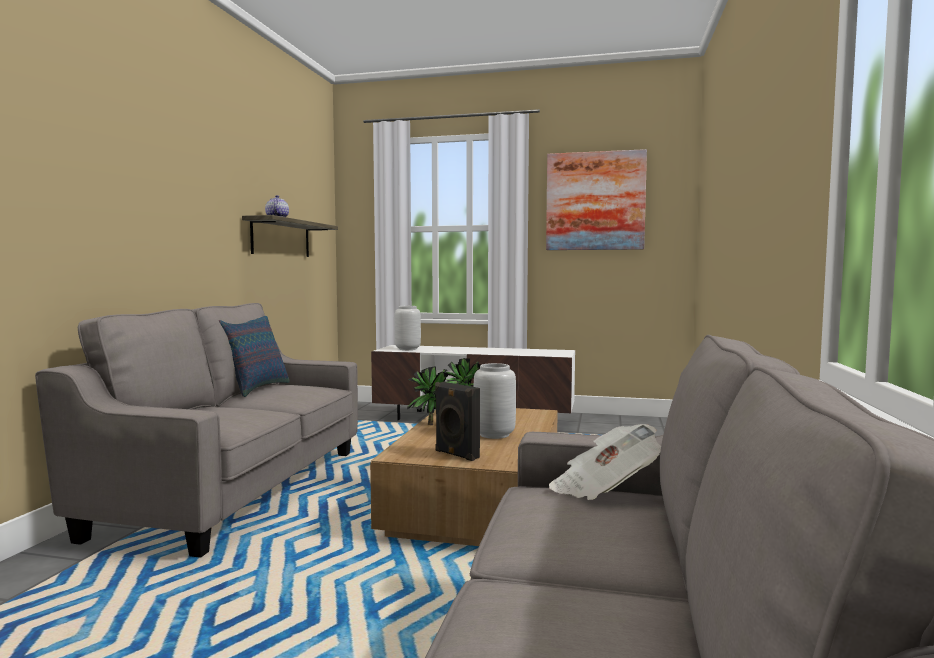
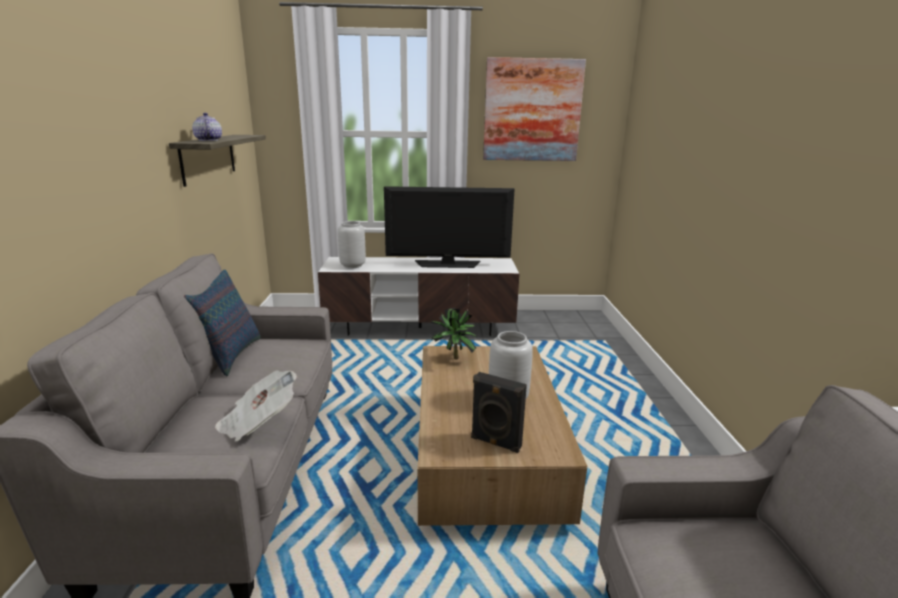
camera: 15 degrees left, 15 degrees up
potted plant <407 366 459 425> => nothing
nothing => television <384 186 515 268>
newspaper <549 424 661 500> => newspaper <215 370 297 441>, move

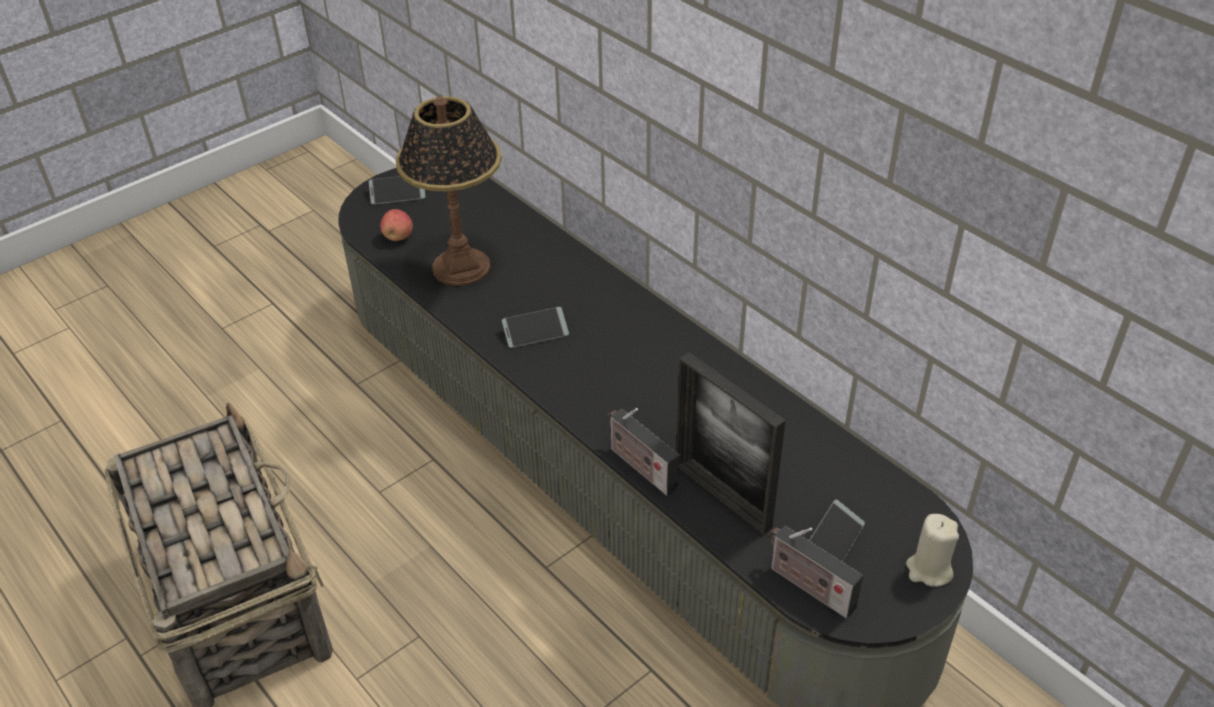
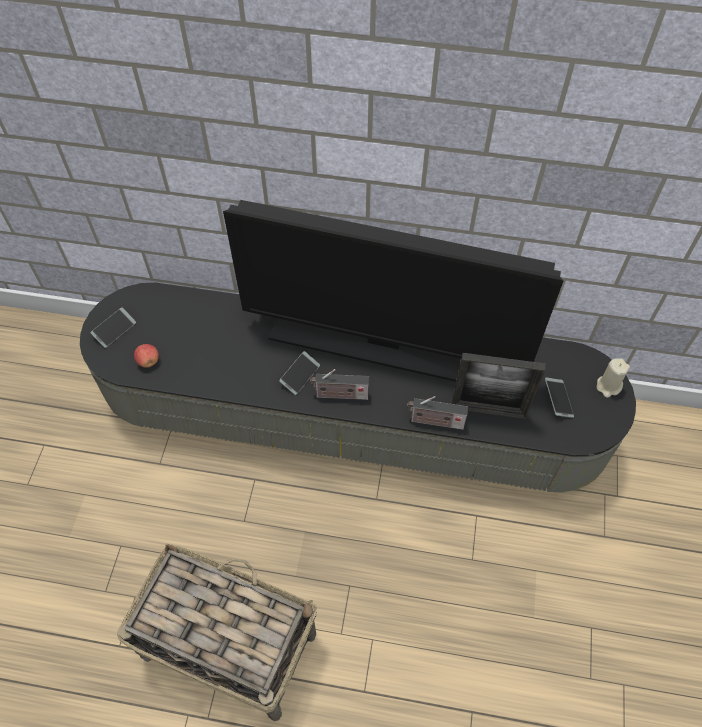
camera: 40 degrees left, 15 degrees up
table lamp <395 96 502 286> => nothing
nothing => television <223 200 564 382>
radio <769 526 863 619> => radio <310 369 369 400>, move

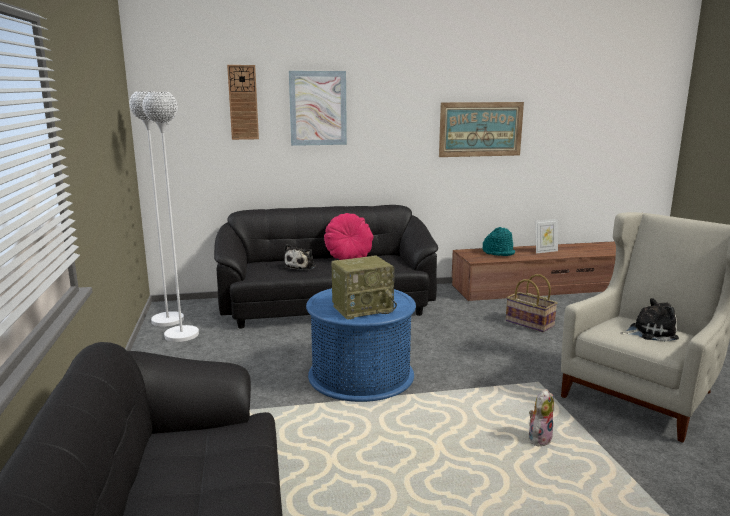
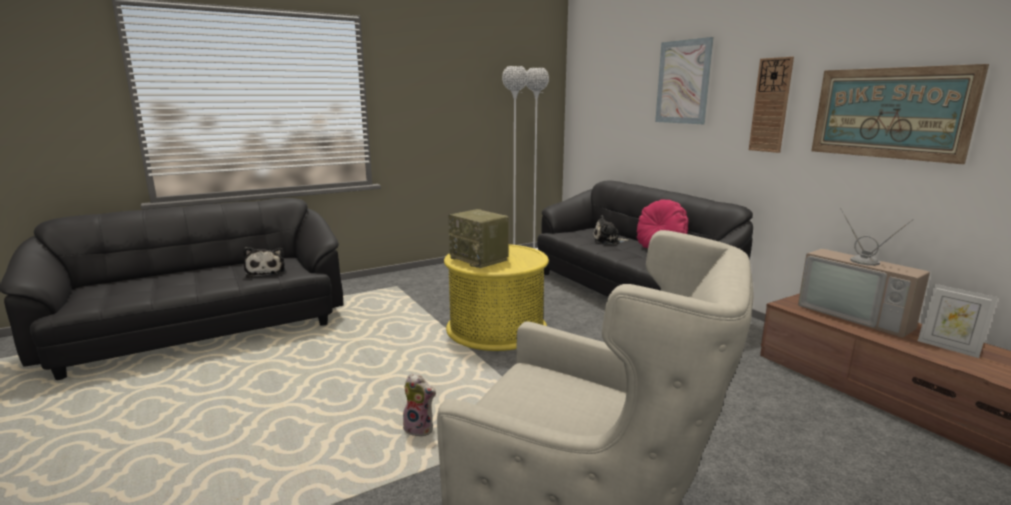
camera: 70 degrees right, 0 degrees up
basket <506 274 558 332> => nothing
wall clock <227 65 259 140> => wall clock <749 57 794 153>, move
plush toy <620 298 679 342> => plush toy <243 247 285 278>, move
hat (turquoise) <482 227 515 256> => television <798 208 930 337>
coffee table (blue) <306 288 416 402> => coffee table (yellow) <444 244 549 351>

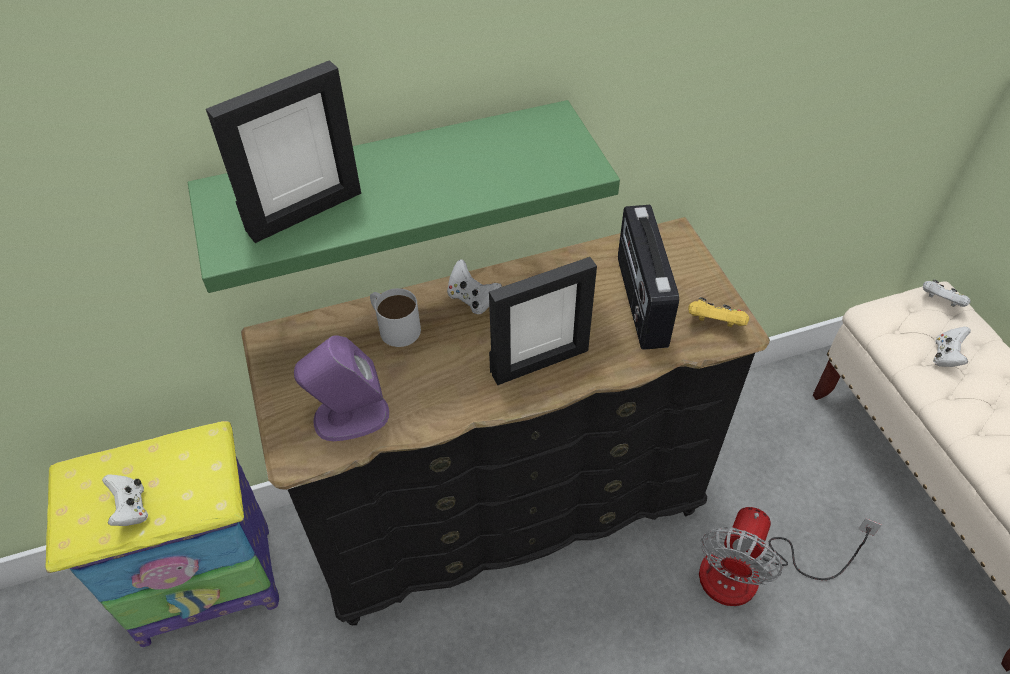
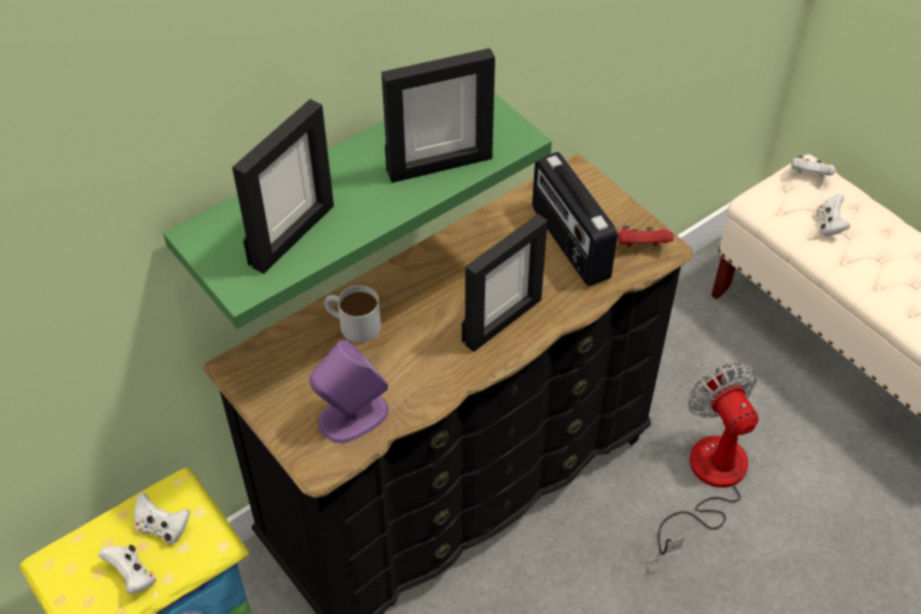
camera: 20 degrees left, 0 degrees up
nothing => picture frame <381 48 495 183>
game controller (white) <447 259 502 314> => game controller (white) <134 492 190 545>, move
game controller (yellow) <688 297 749 327> => game controller (red) <618 226 674 247>
fan <699 507 882 606> => fan <658 363 759 555>, 150 degrees clockwise

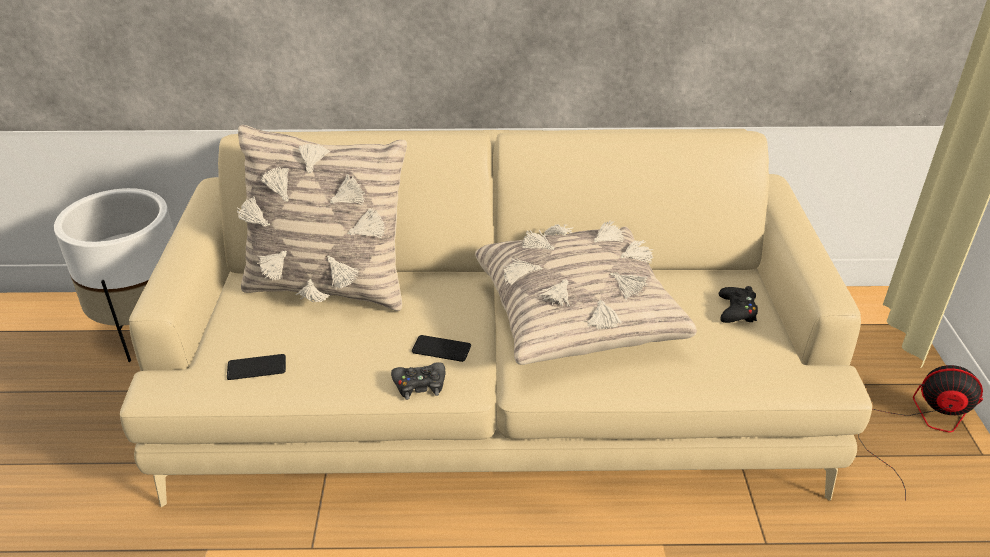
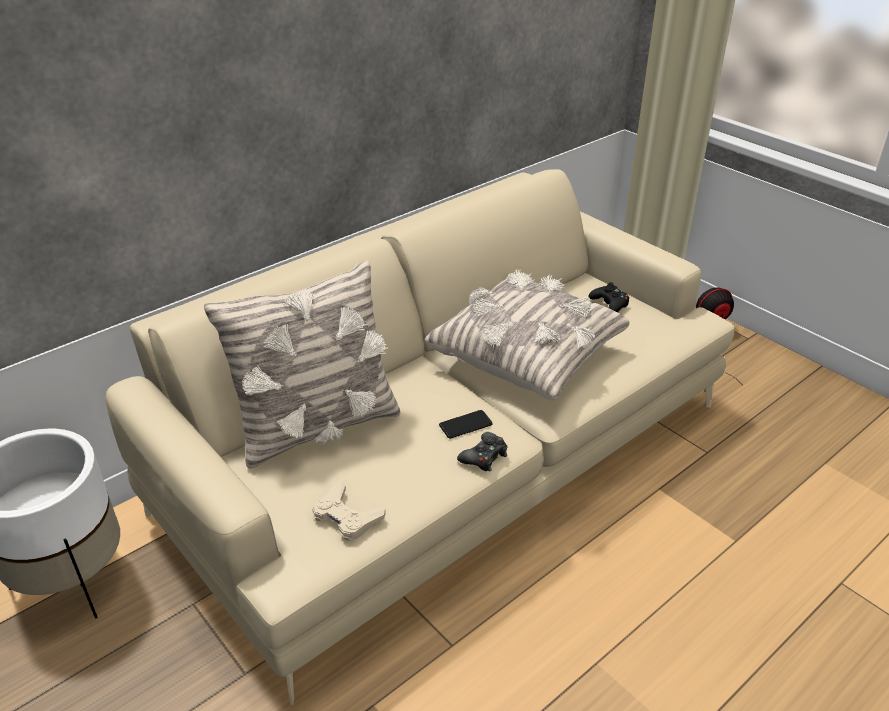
camera: 40 degrees left, 0 degrees up
phone <227 354 286 380> => game controller (beige) <312 480 386 541>

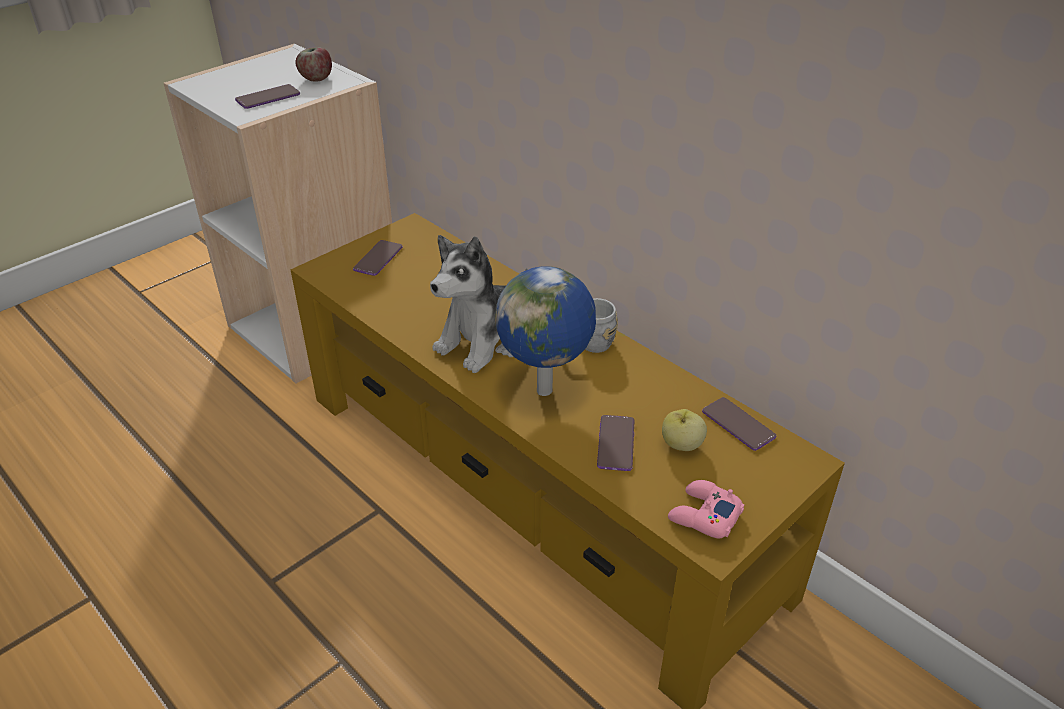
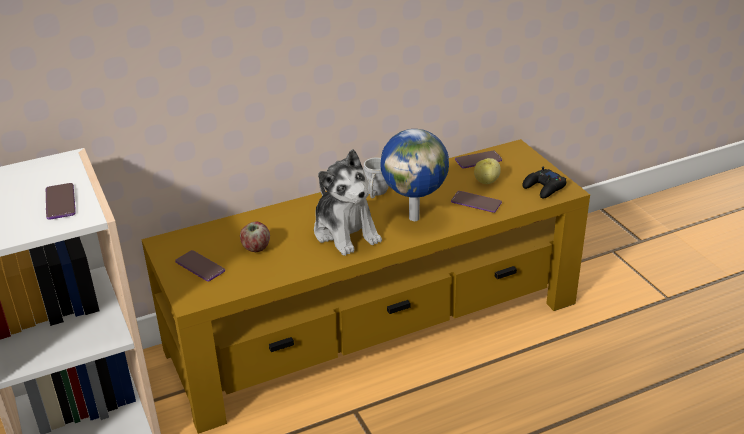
camera: 70 degrees left, 5 degrees down
apple <296 47 332 82> => apple <240 222 270 252>, move
game controller (pink) <668 480 745 539> => game controller (black) <522 167 566 199>

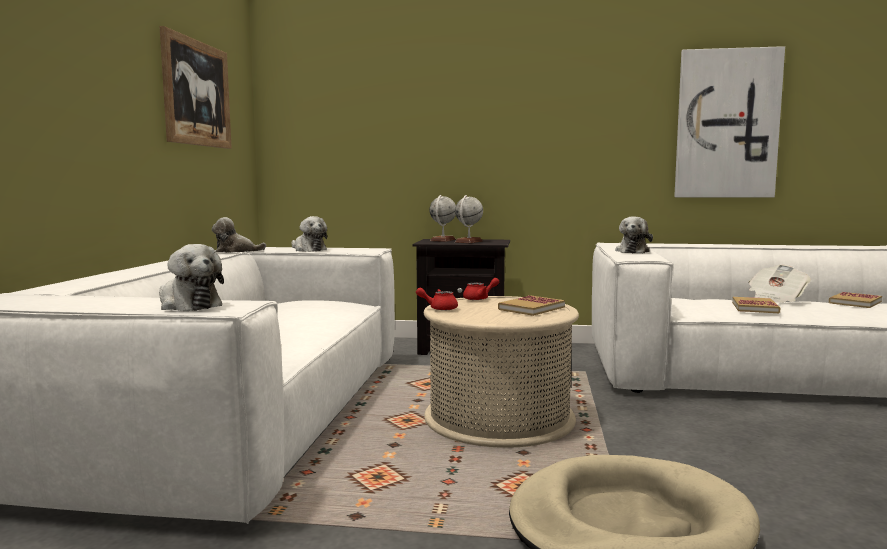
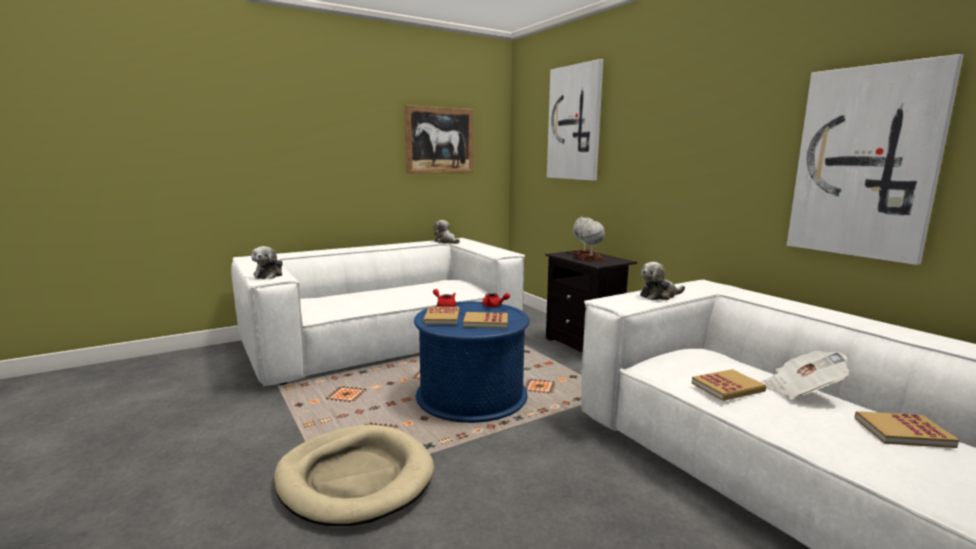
camera: 50 degrees right, 5 degrees up
plush toy <292 216 327 252> => nothing
nothing => book <423 307 459 325>
nothing => picture <547 59 603 181>
coffee table (beige) <424 296 579 448> => coffee table (blue) <414 301 530 423>

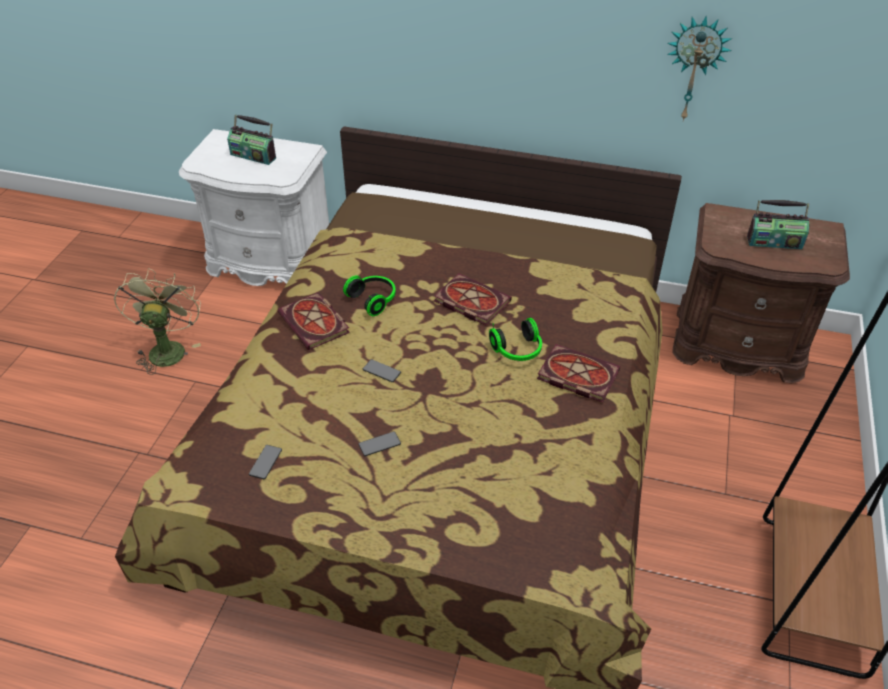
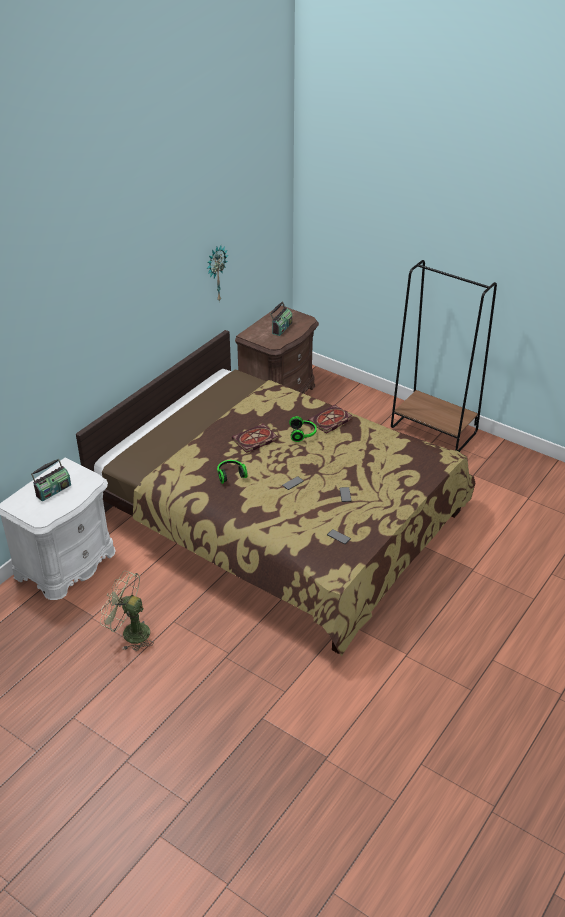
camera: 70 degrees left, 5 degrees down
book <278 292 350 350> => nothing

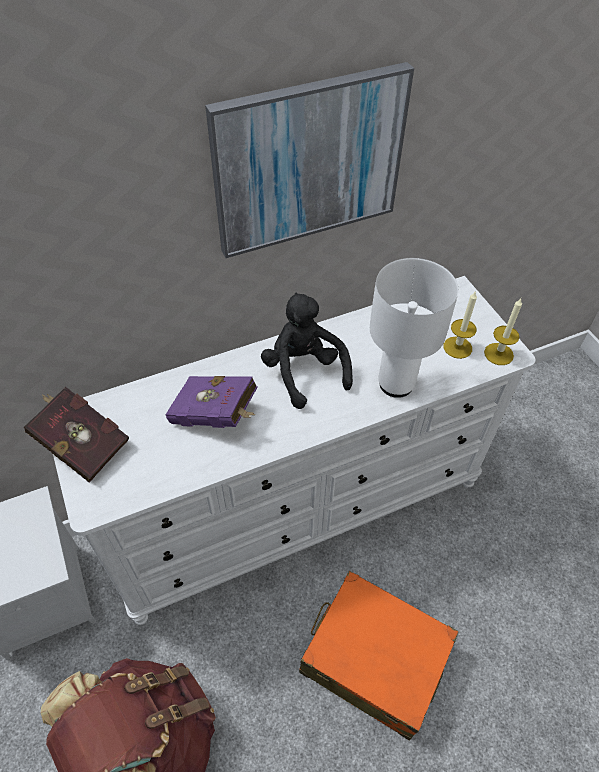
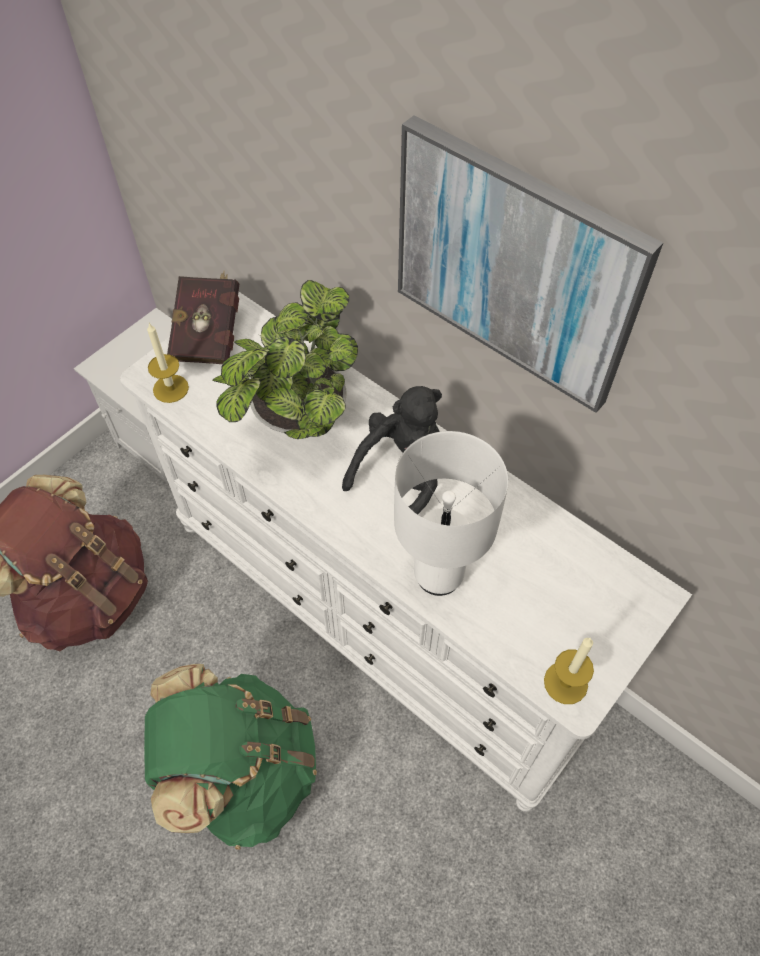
camera: 65 degrees right, 5 degrees up
candle <443 292 477 359> => candle <147 323 189 403>, move
book (purple) <165 376 258 428> => potted plant <213 280 358 439>
suitcase (orange) <299 571 459 740> => backpack (green) <144 664 317 850>

